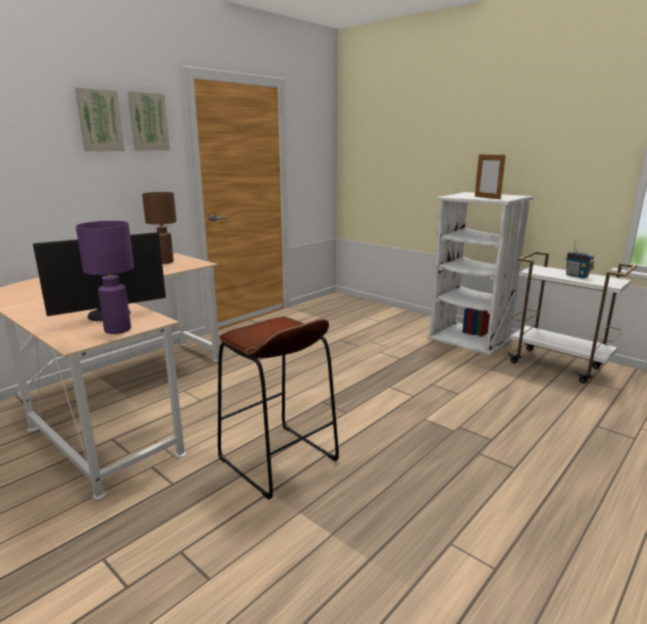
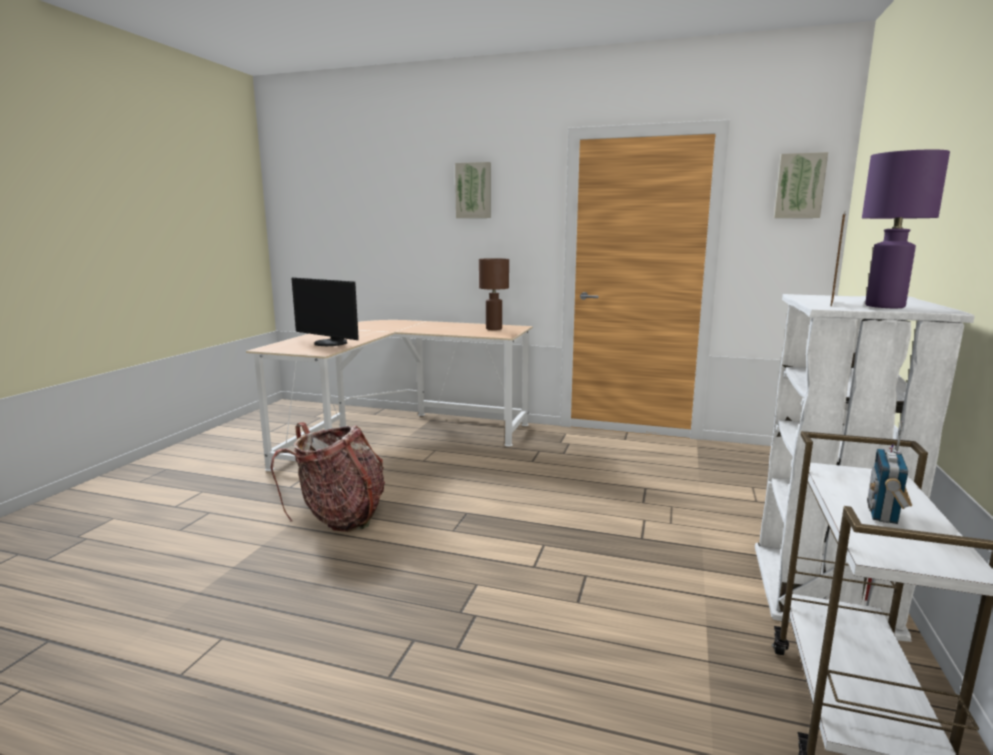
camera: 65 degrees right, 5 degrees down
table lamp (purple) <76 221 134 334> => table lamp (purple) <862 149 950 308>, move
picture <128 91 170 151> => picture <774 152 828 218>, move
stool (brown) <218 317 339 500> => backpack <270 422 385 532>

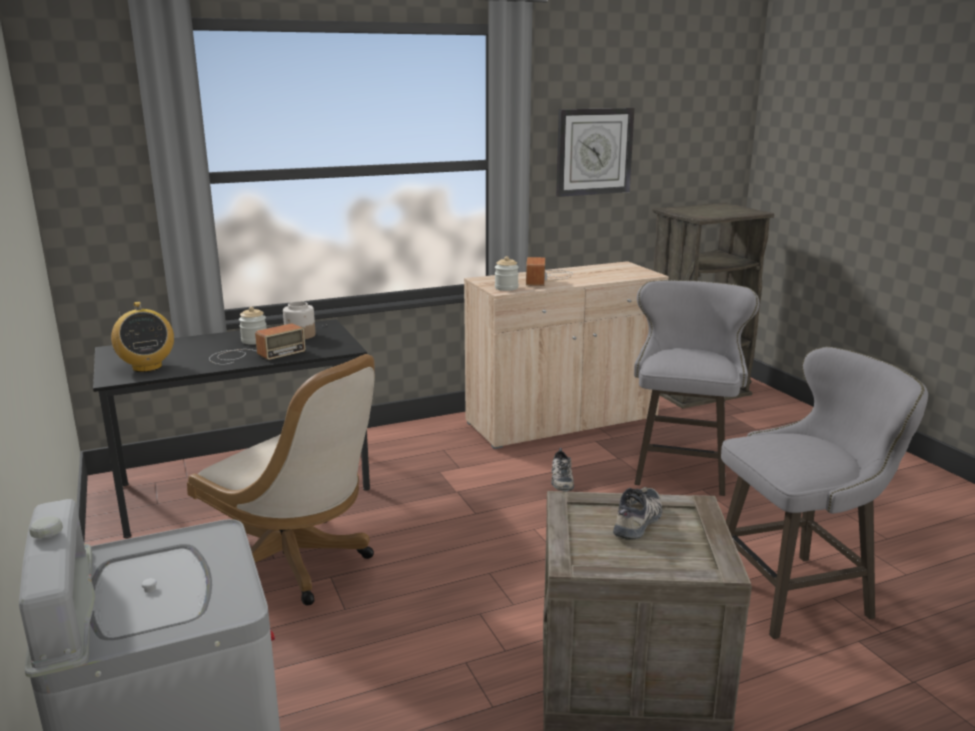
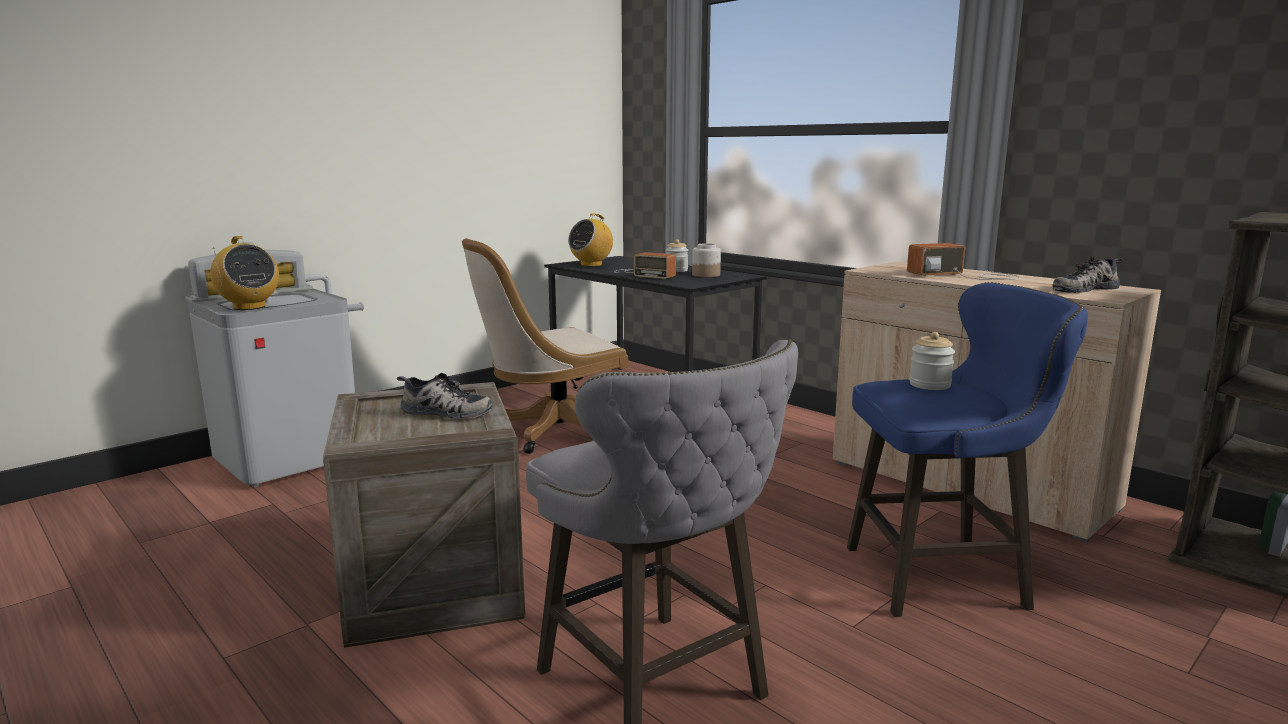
camera: 70 degrees right, 5 degrees down
wall clock <556 108 635 197> => nothing
nothing => radio <210 236 279 310>
jar <495 256 519 291> => jar <909 332 955 390>, move
shoe <551 448 574 491> => shoe <1053 257 1123 293>, move
stool (grey) <634 280 759 496> => stool (blue) <847 282 1088 617>
office chair <187 354 375 606> => office chair <462 238 629 454>, 45 degrees clockwise

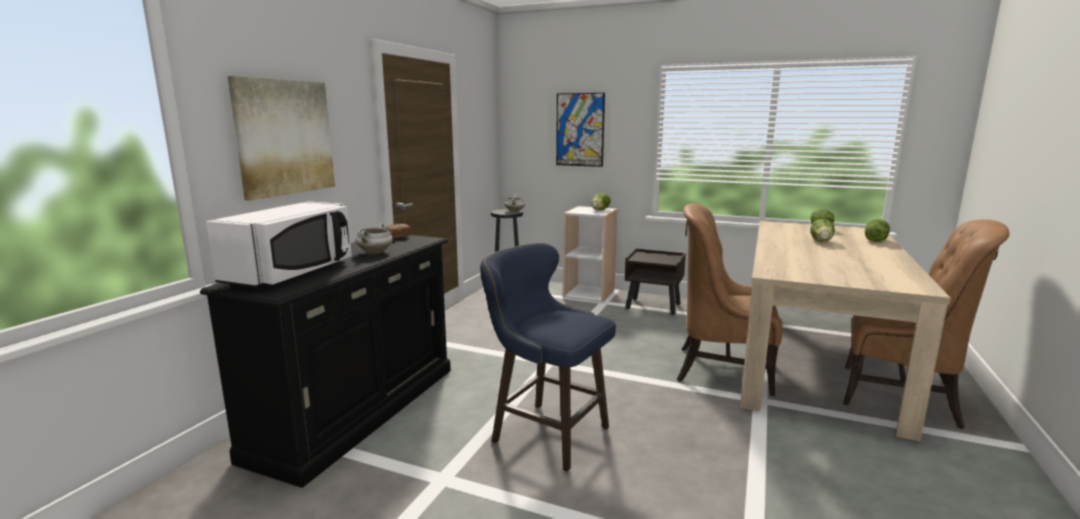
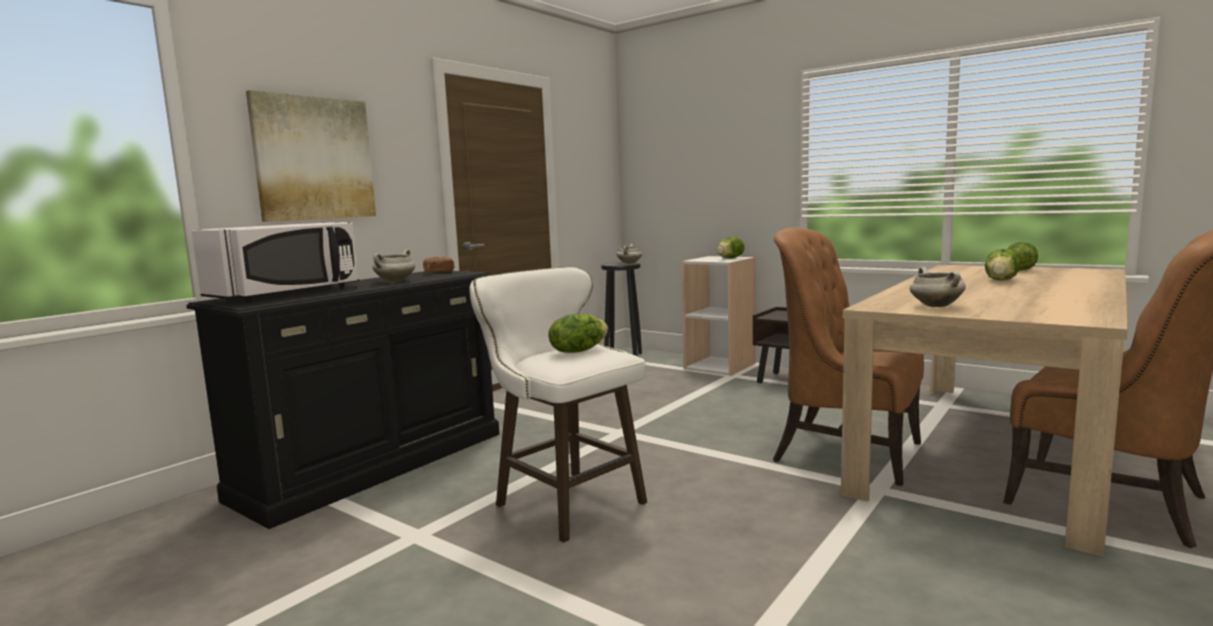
camera: 15 degrees right, 5 degrees down
picture <556 93 605 167> => nothing
nothing => cooking pot (white) <910 267 966 307>
lettuce <865 219 890 242> => lettuce <548 314 608 353>, move
stool (blue) <480 243 616 472> => stool (white) <469 267 647 543>

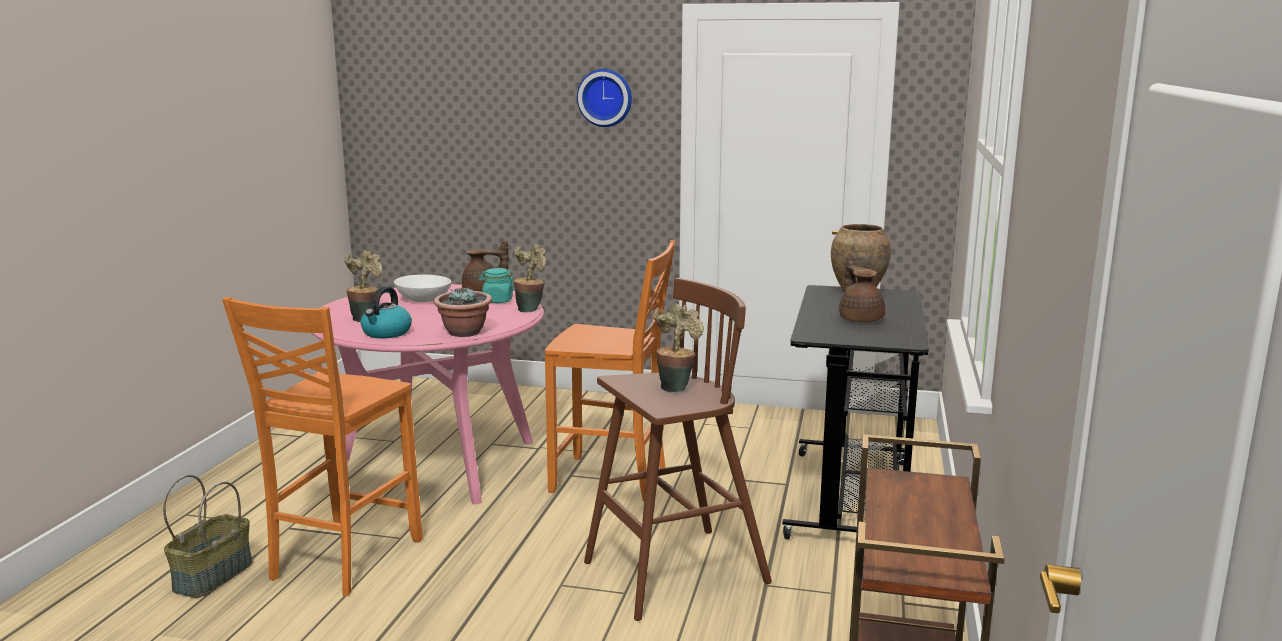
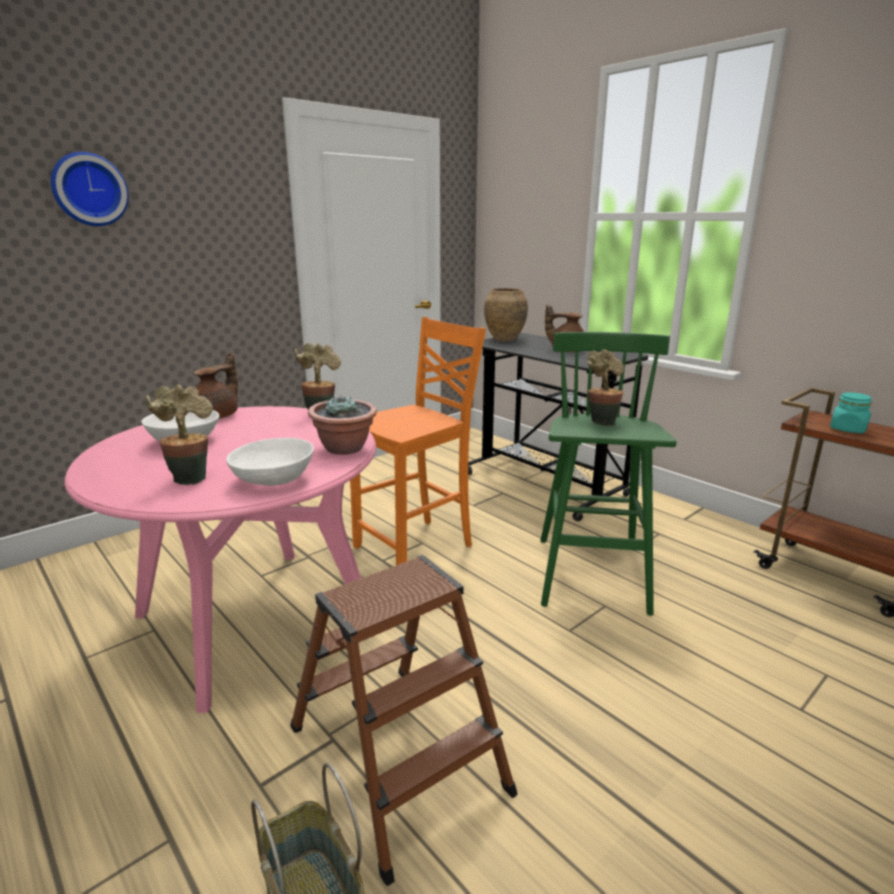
camera: 55 degrees left, 5 degrees up
jar (turquoise) <479 268 515 303> => jar (turquoise) <830 392 872 433>, move
wall clock <577 69 632 127> => wall clock <51 152 129 226>, move
chair (orange) <222 297 423 596> => step ladder (brown) <290 555 518 886>
kettle <360 286 412 338> => bowl (white) <226 438 314 486>
stool (brown) <584 278 772 621> => stool (green) <540 332 677 616>

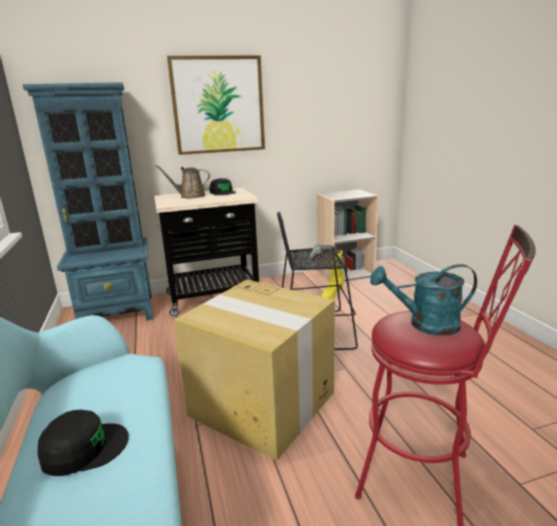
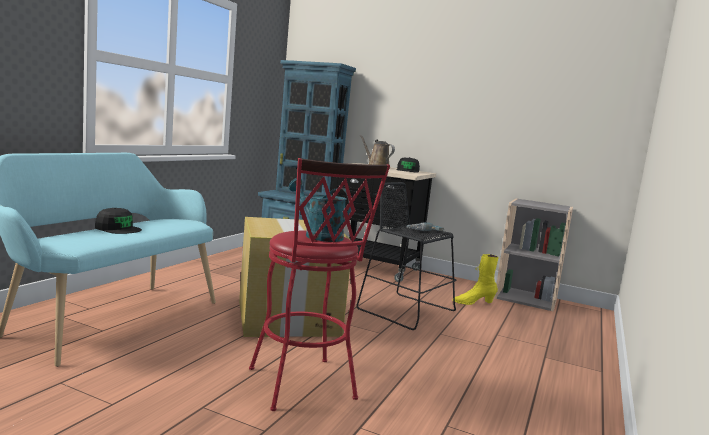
camera: 40 degrees right, 10 degrees down
picture <167 55 265 155> => nothing

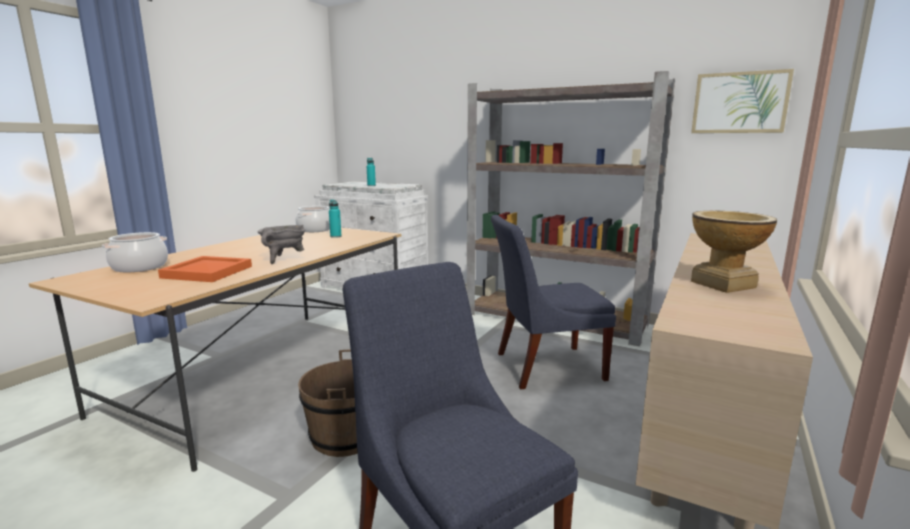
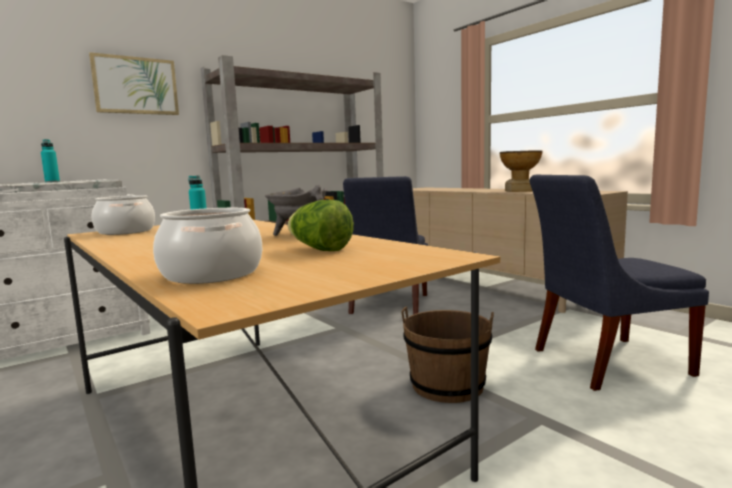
camera: 65 degrees left, 5 degrees down
picture <691 69 794 133> => picture <89 52 179 115>, move
tray (orange) <158 256 252 282> => lettuce <288 200 354 251>

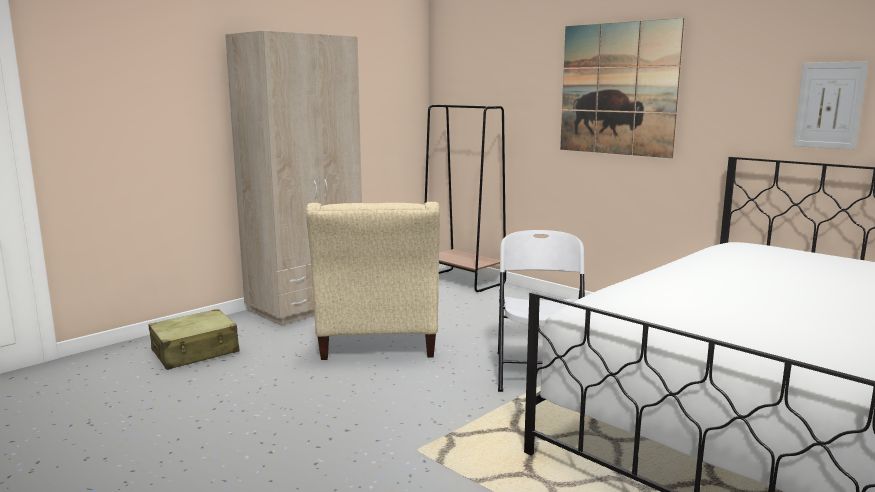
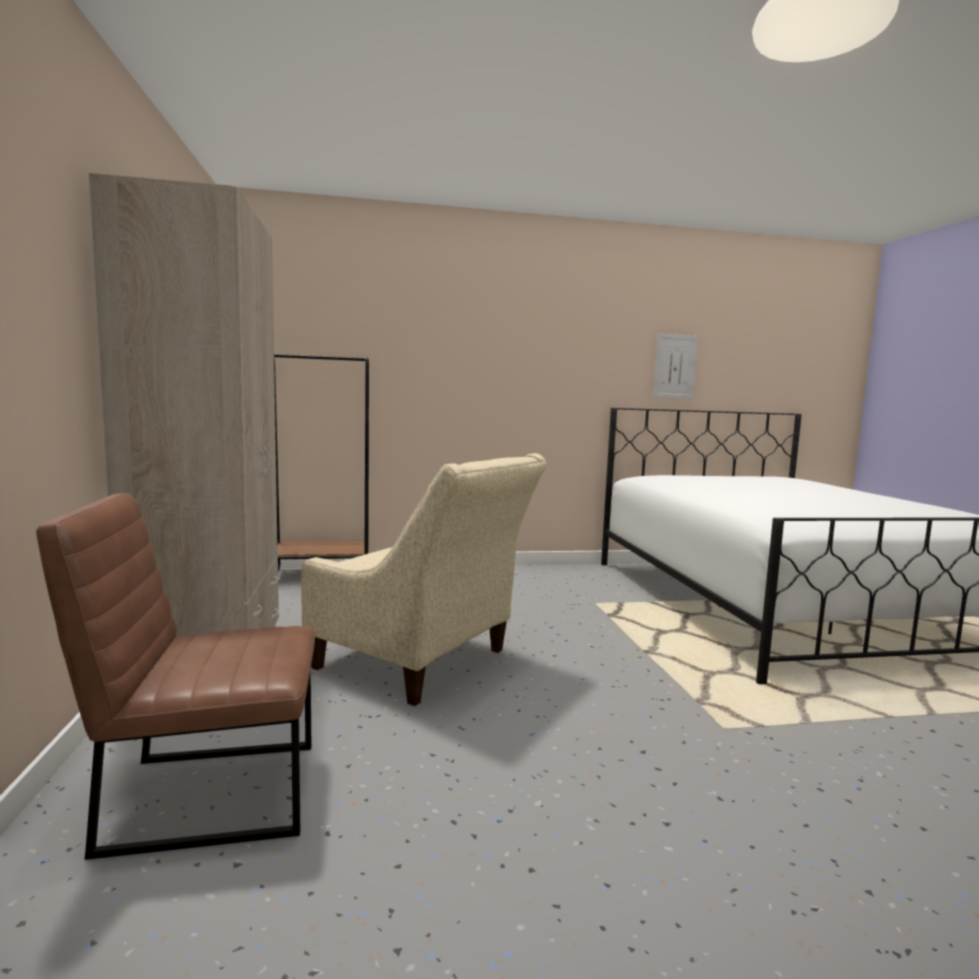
camera: 55 degrees left, 5 degrees down
chair (white) <498 230 585 392> => nothing
picture <560 18 684 158> => nothing
suitcase (beige) <148 309 239 370> => chair (brown) <36 493 315 860>

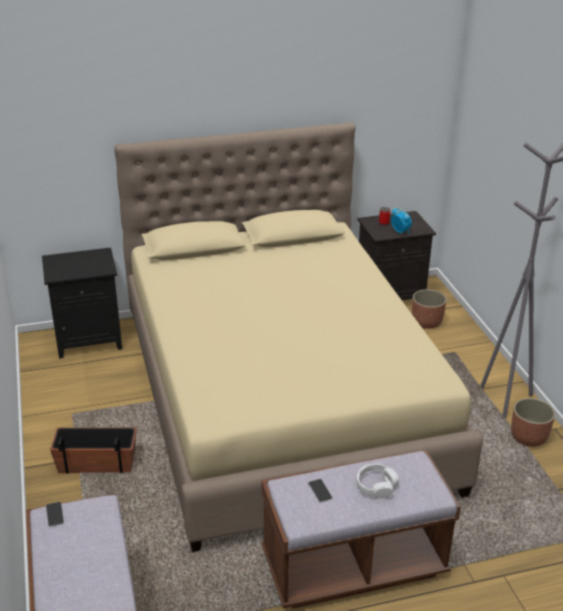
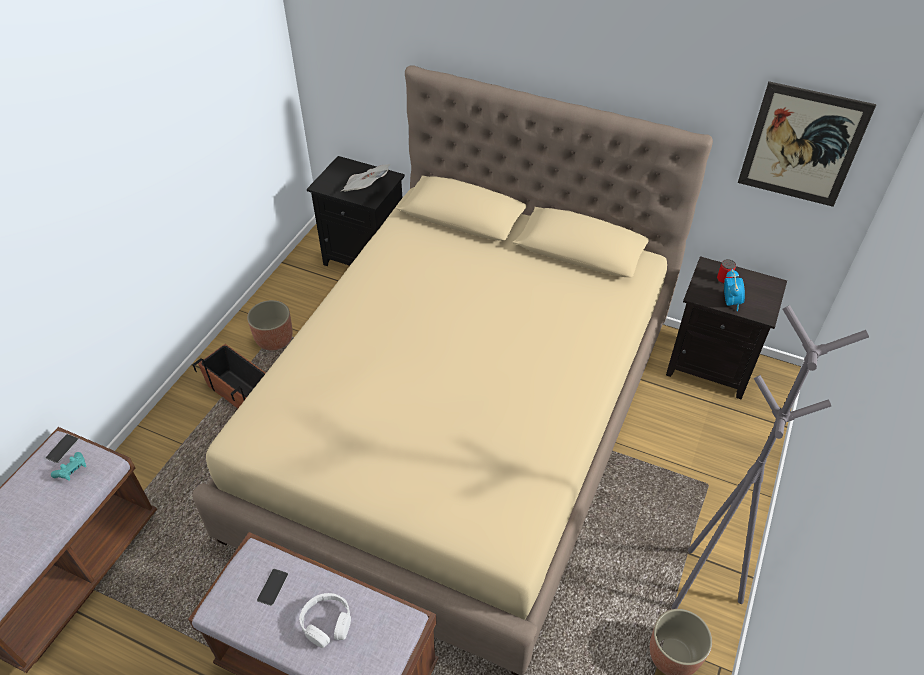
camera: 40 degrees right, 15 degrees up
nothing => game controller (turquoise) <51 452 86 481>
nothing => newspaper <341 164 390 192>
nothing => picture <738 81 876 207>
planter <412 289 447 329> => planter <247 300 292 350>, move

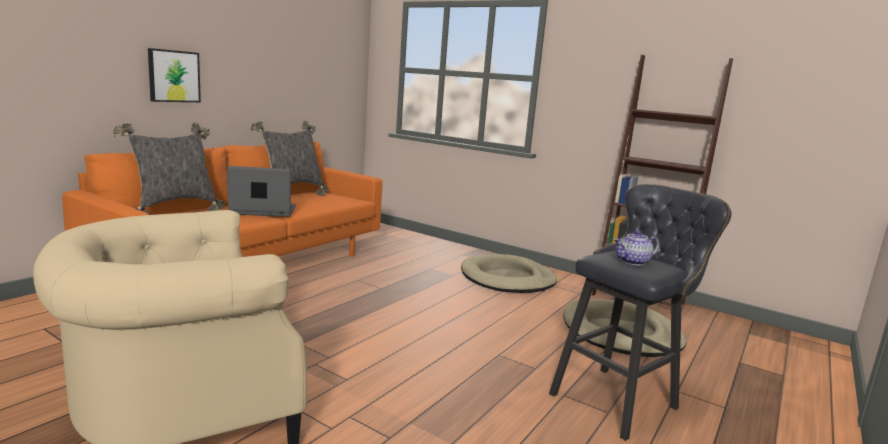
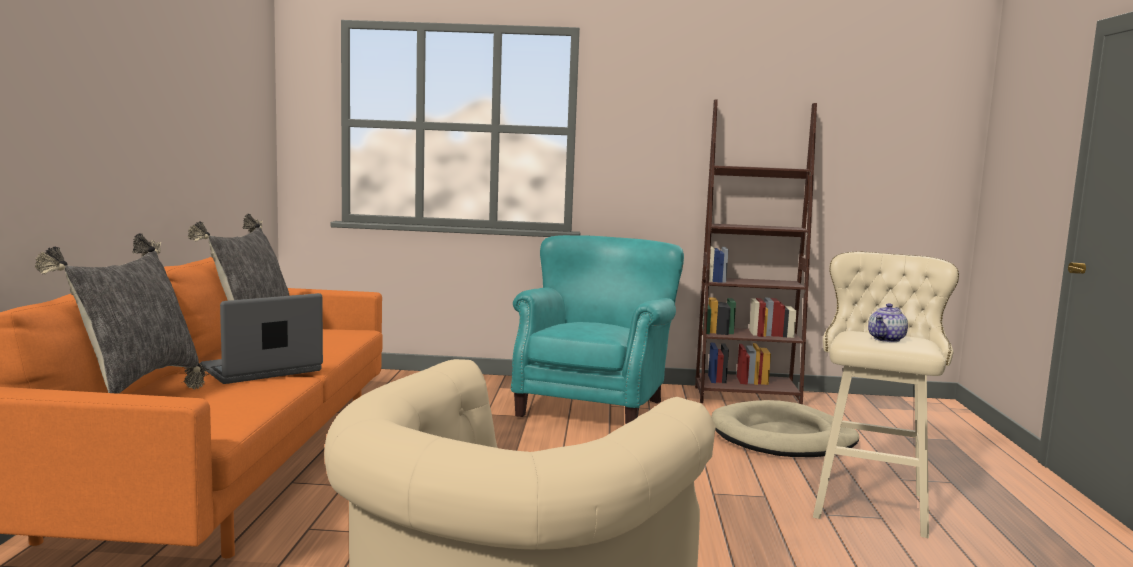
camera: 30 degrees left, 5 degrees down
picture <148 48 201 102> => nothing
dog bed (beige) <461 254 557 293> => armchair (turquoise) <511 235 684 424>
stool (black) <549 184 731 441> => stool (beige) <813 251 959 538>

